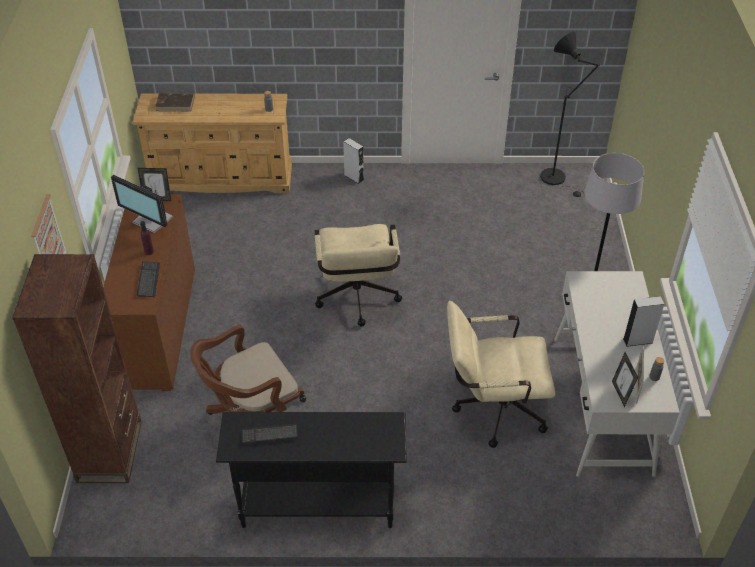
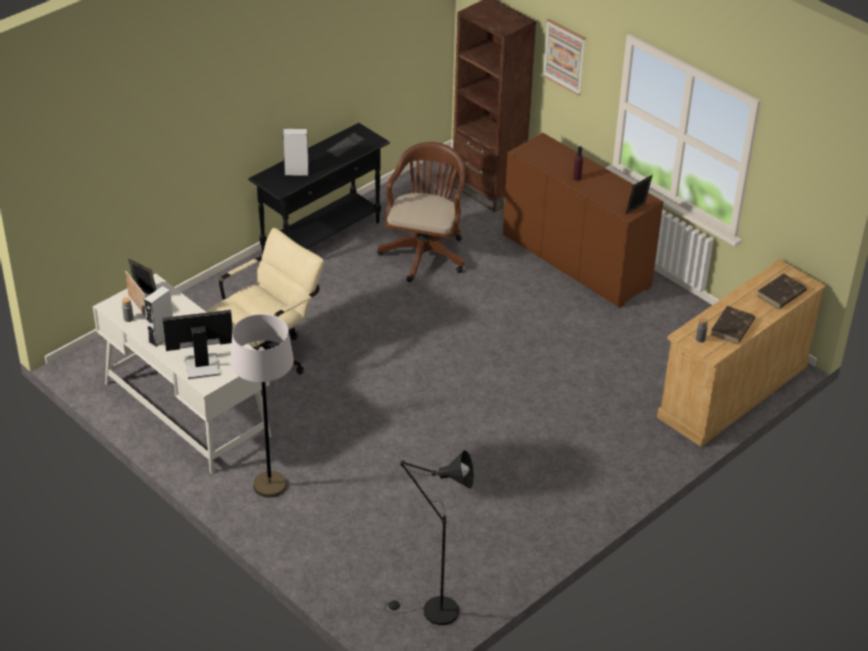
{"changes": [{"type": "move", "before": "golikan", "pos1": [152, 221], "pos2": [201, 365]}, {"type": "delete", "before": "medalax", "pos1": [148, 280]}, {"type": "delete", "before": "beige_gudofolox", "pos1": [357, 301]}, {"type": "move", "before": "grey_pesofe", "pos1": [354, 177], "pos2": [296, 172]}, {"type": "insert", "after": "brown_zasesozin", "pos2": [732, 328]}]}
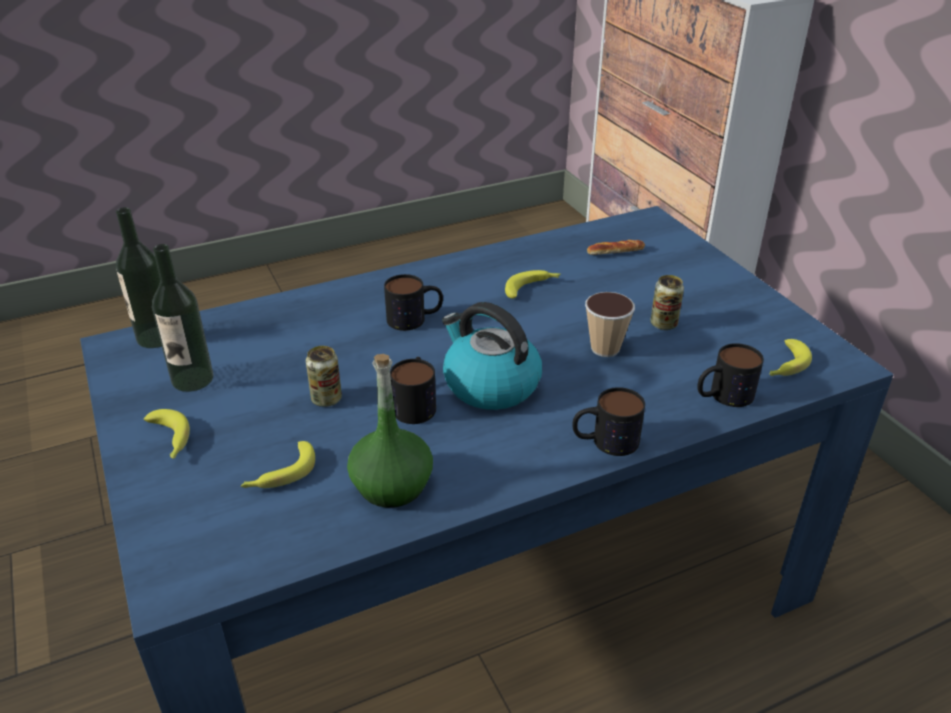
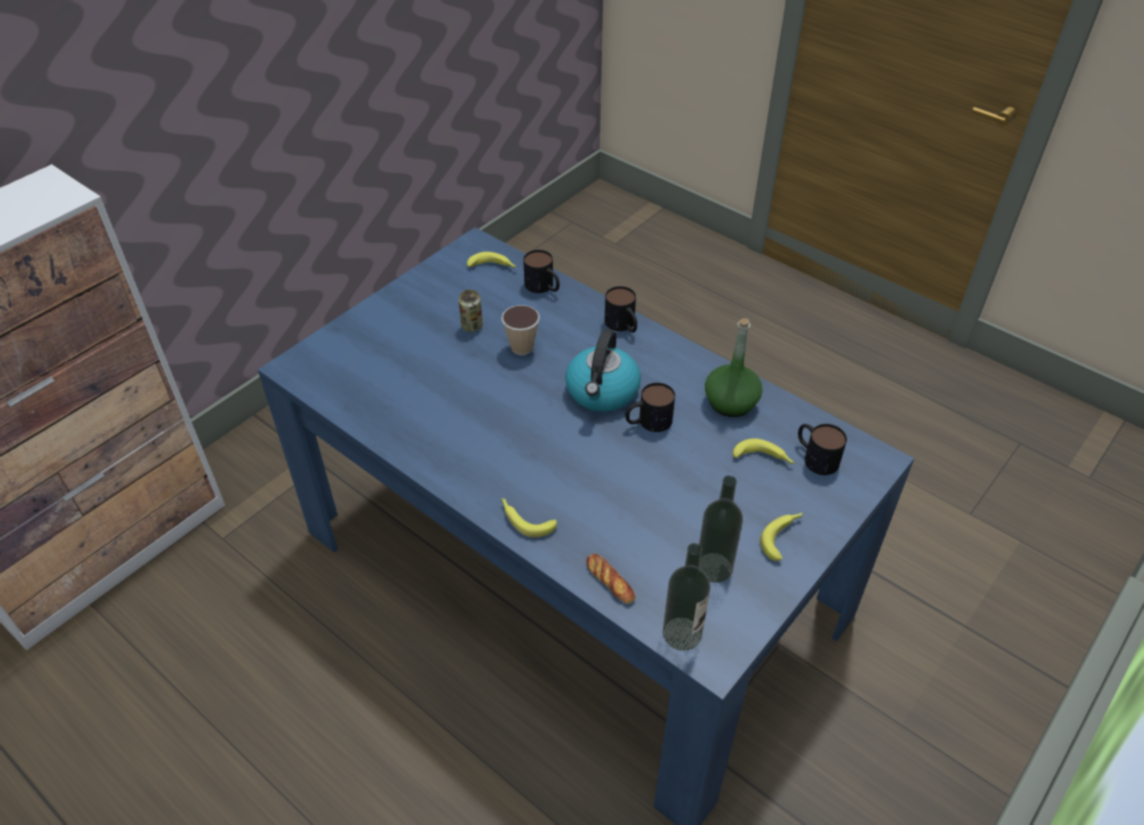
{"changes": [{"type": "delete", "before": "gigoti", "pos1": [326, 399]}, {"type": "move", "before": "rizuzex", "pos1": [415, 318], "pos2": [815, 456]}, {"type": "move", "before": "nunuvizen", "pos1": [532, 288], "pos2": [525, 519]}, {"type": "move", "before": "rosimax", "pos1": [615, 252], "pos2": [610, 581]}]}
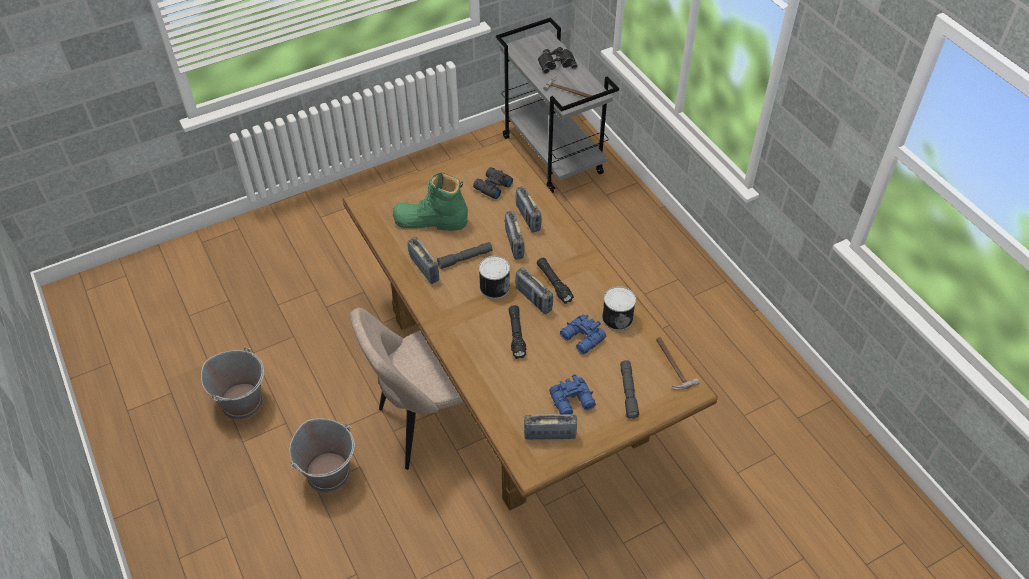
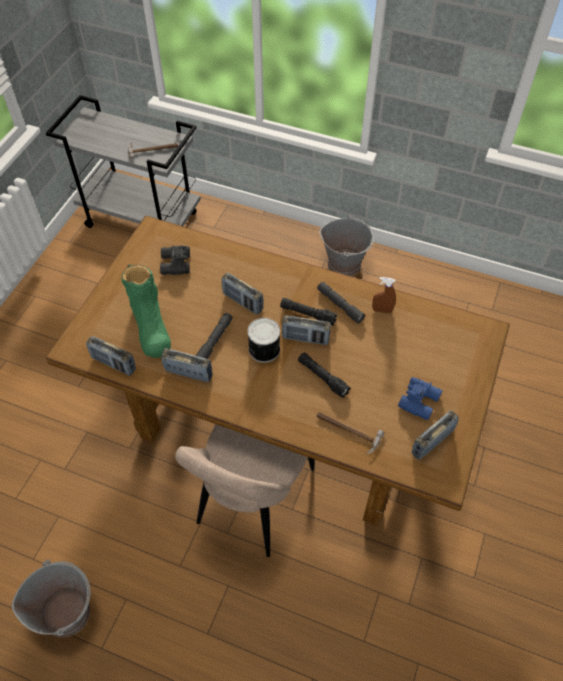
{"changes": [{"type": "move", "before": "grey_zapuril", "pos1": [329, 473], "pos2": [344, 264]}, {"type": "rotate", "before": "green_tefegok", "pos1": [430, 221], "pos2": [150, 327], "turn": -75}, {"type": "move", "before": "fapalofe", "pos1": [528, 218], "pos2": [113, 363]}, {"type": "delete", "before": "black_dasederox", "pos1": [556, 62]}, {"type": "delete", "before": "blue_dasederox", "pos1": [582, 339]}, {"type": "replace", "before": "gigoti", "after": "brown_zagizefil", "pos1": [617, 317], "pos2": [382, 310]}, {"type": "move", "before": "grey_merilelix", "pos1": [628, 392], "pos2": [340, 305]}, {"type": "move", "before": "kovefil", "pos1": [671, 364], "pos2": [347, 431]}]}
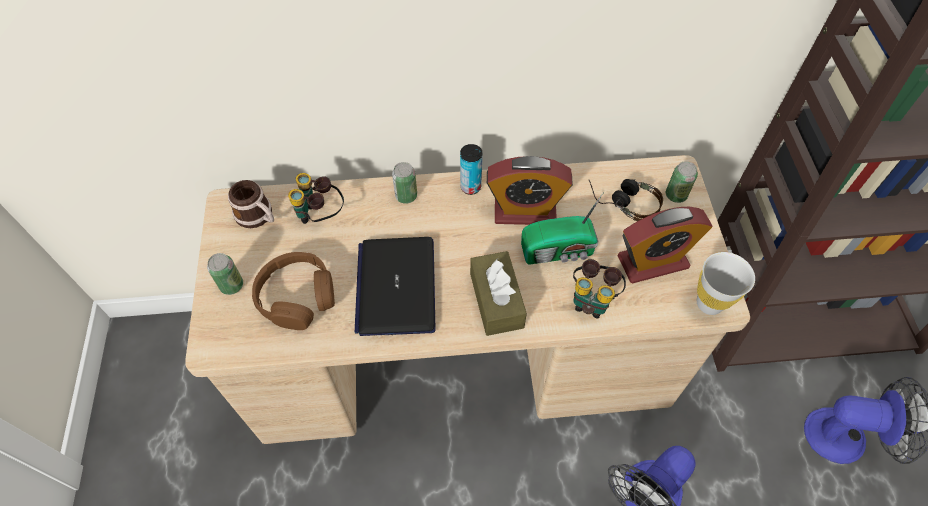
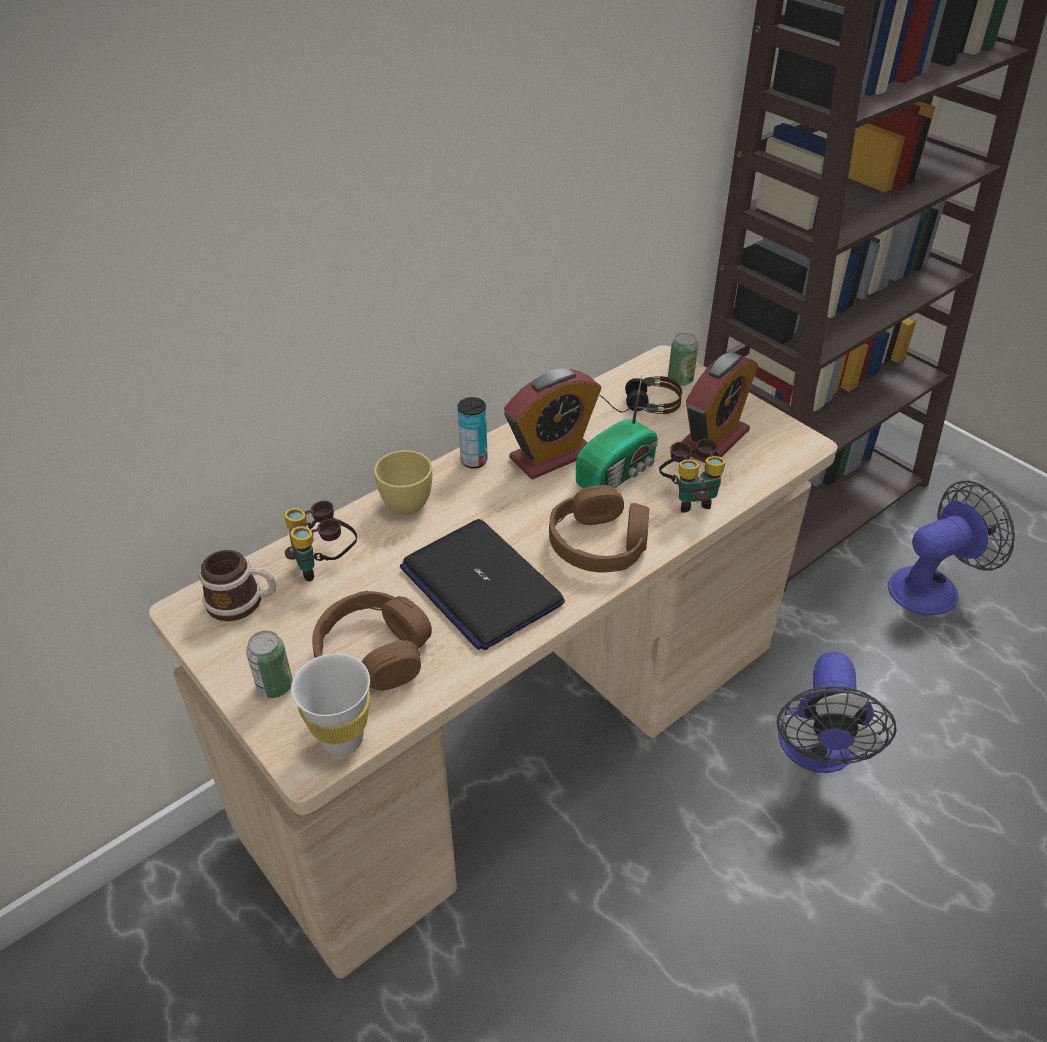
{"changes": [{"type": "replace", "before": "gigoti", "after": "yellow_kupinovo", "pos1": [406, 196], "pos2": [409, 500]}, {"type": "replace", "before": "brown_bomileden", "after": "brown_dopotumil", "pos1": [496, 300], "pos2": [599, 543]}, {"type": "move", "before": "white_kupinovo", "pos1": [709, 303], "pos2": [342, 740]}]}
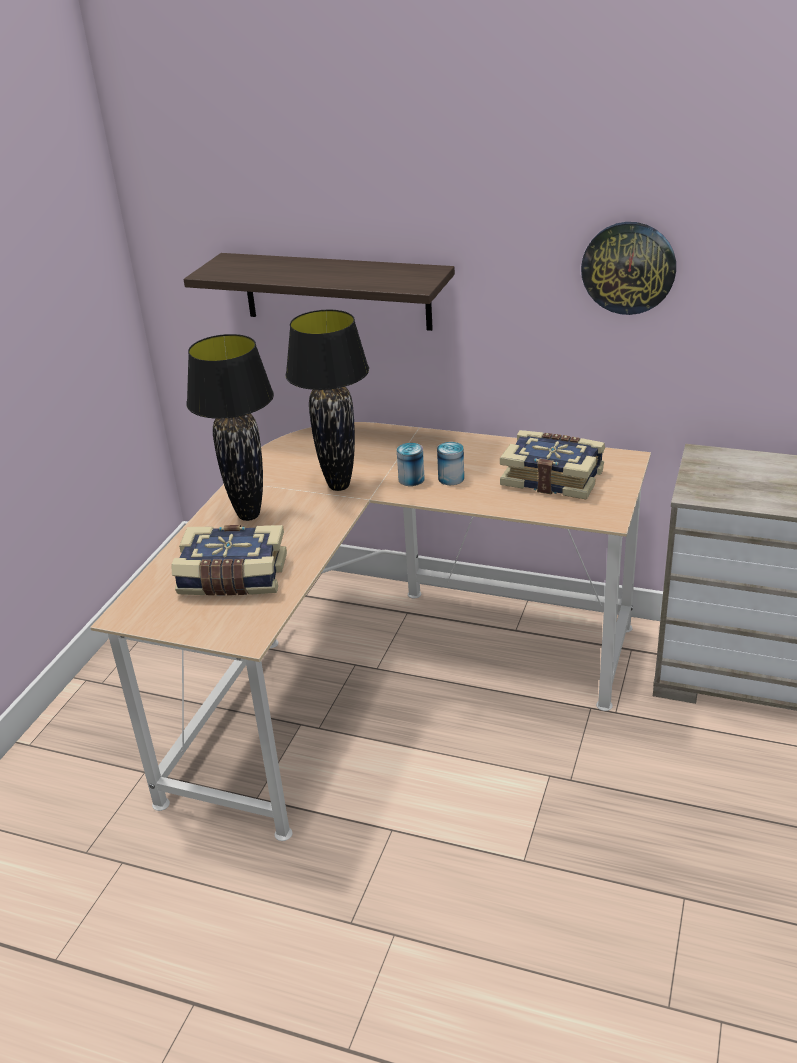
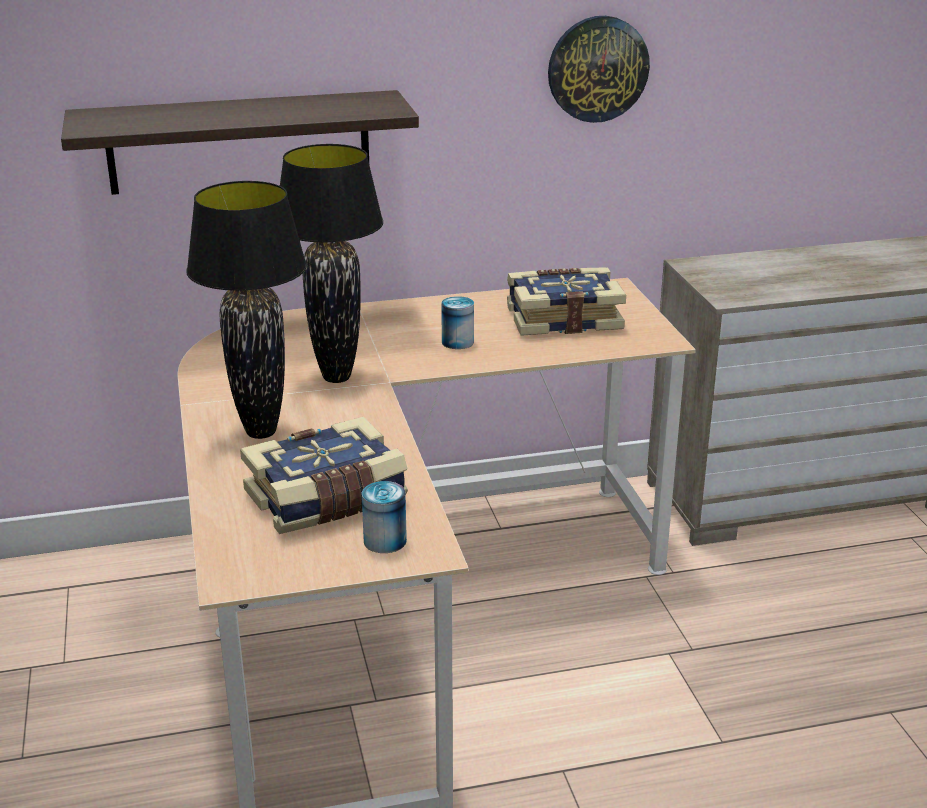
{"changes": [{"type": "move", "before": "gigoti", "pos1": [411, 479], "pos2": [385, 541]}]}
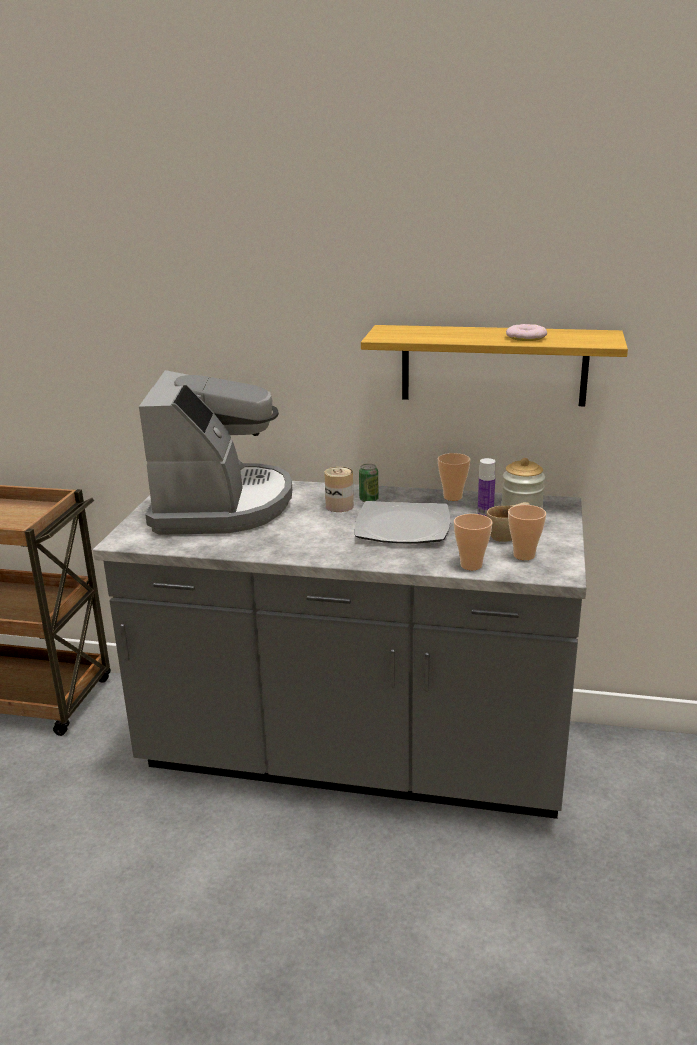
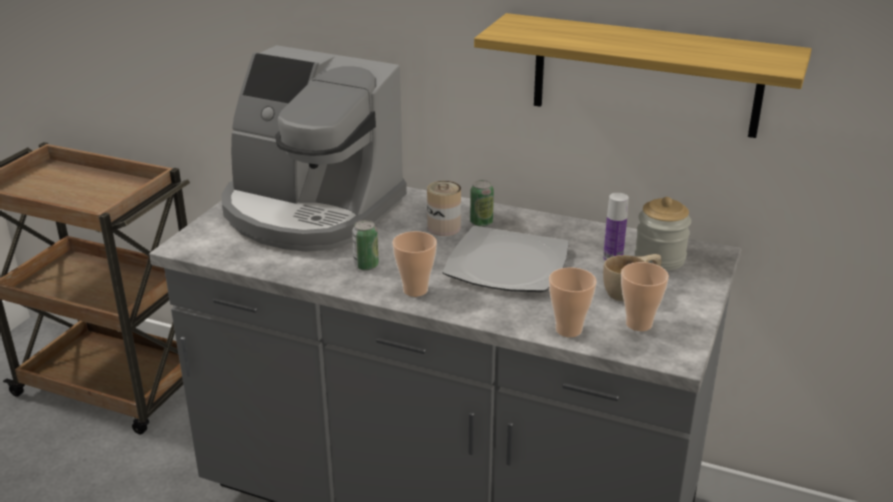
{"changes": [{"type": "rotate", "before": "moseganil", "pos1": [221, 505], "pos2": [310, 211], "turn": 105}, {"type": "move", "before": "kupinovo", "pos1": [452, 497], "pos2": [415, 290]}, {"type": "delete", "before": "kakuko", "pos1": [526, 337]}, {"type": "insert", "after": "gigoti", "pos2": [366, 265]}]}
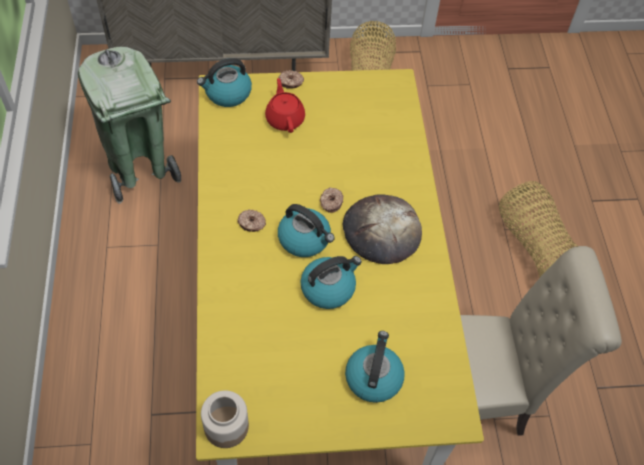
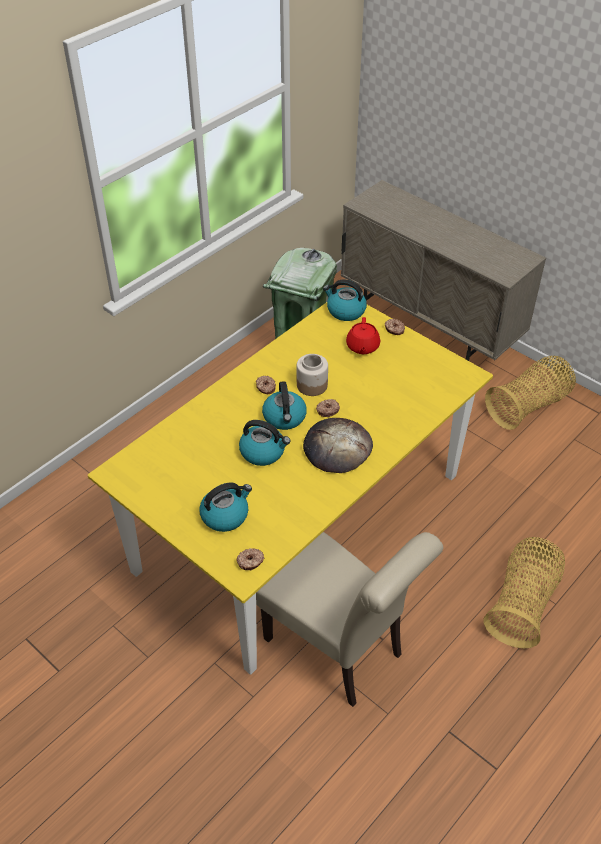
{"changes": [{"type": "move", "before": "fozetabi", "pos1": [226, 426], "pos2": [312, 385]}, {"type": "rotate", "before": "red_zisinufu", "pos1": [285, 118], "pos2": [362, 347], "turn": 150}, {"type": "insert", "after": "kakuko", "pos2": [250, 562]}]}
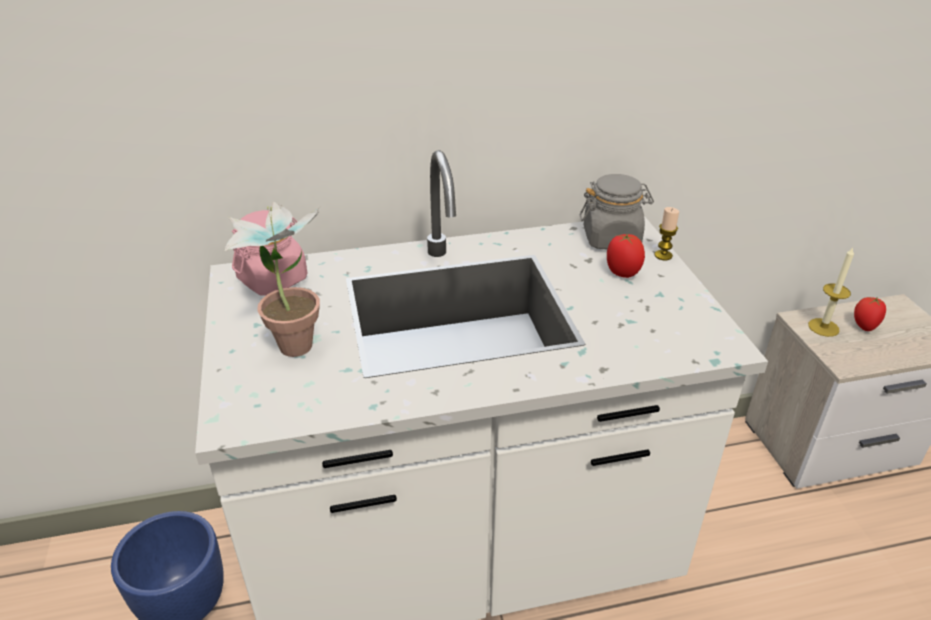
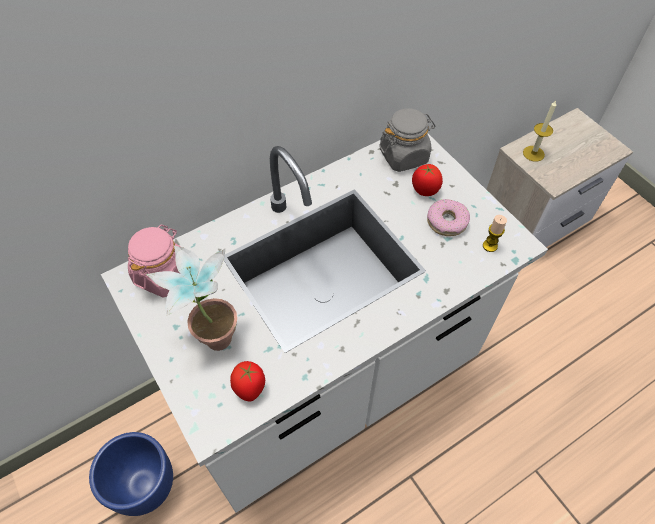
{"changes": [{"type": "move", "before": "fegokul", "pos1": [663, 255], "pos2": [490, 246]}, {"type": "move", "before": "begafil", "pos1": [863, 326], "pos2": [250, 388]}, {"type": "insert", "after": "kakuko", "pos2": [447, 221]}]}
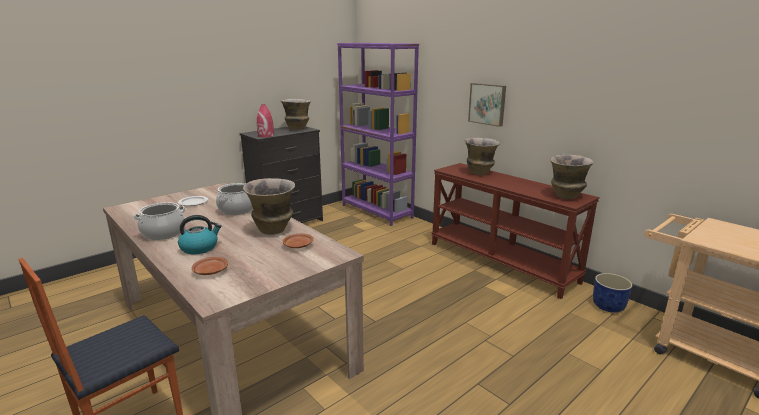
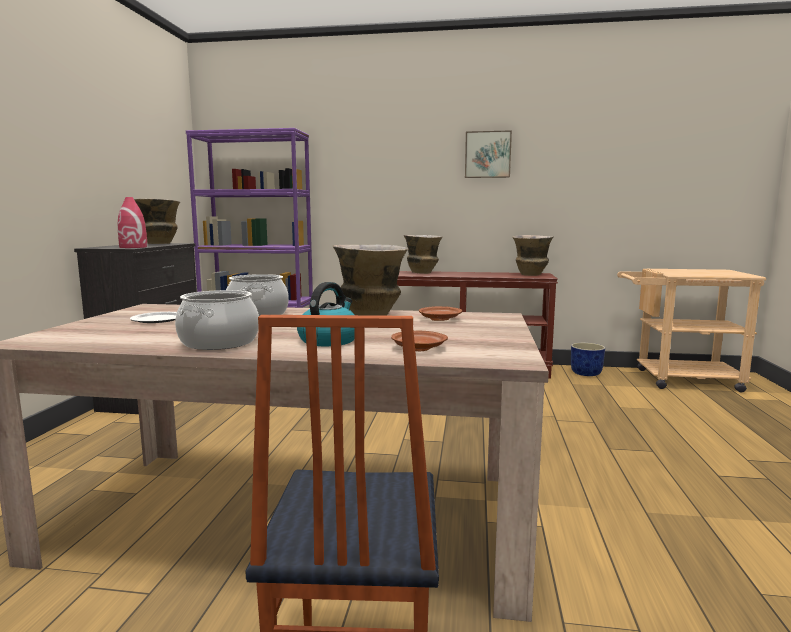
{"changes": [{"type": "move", "before": "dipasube", "pos1": [487, 104], "pos2": [487, 155]}]}
